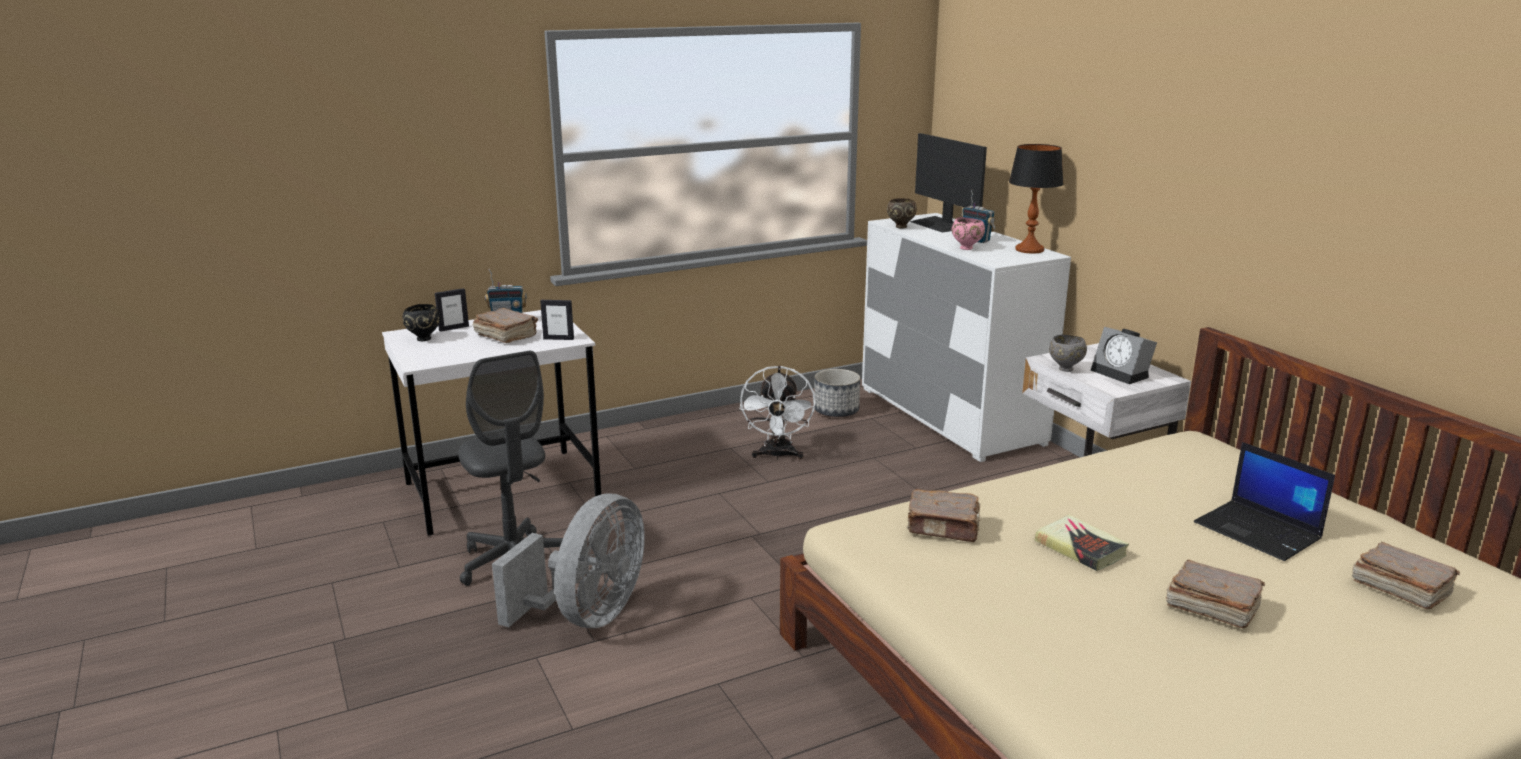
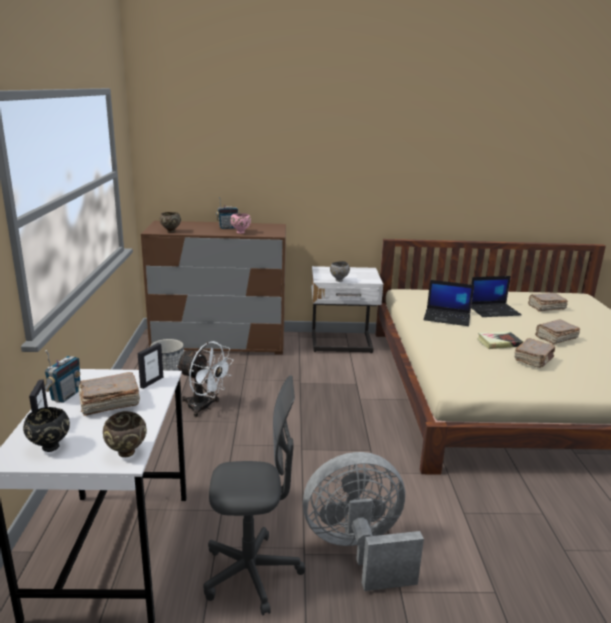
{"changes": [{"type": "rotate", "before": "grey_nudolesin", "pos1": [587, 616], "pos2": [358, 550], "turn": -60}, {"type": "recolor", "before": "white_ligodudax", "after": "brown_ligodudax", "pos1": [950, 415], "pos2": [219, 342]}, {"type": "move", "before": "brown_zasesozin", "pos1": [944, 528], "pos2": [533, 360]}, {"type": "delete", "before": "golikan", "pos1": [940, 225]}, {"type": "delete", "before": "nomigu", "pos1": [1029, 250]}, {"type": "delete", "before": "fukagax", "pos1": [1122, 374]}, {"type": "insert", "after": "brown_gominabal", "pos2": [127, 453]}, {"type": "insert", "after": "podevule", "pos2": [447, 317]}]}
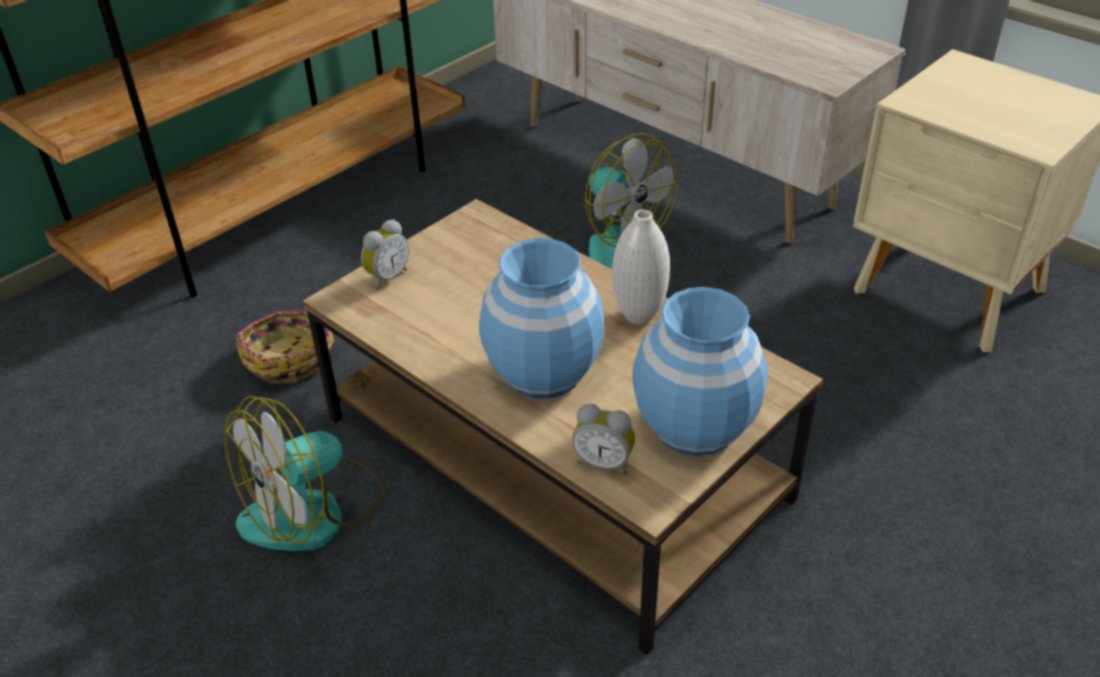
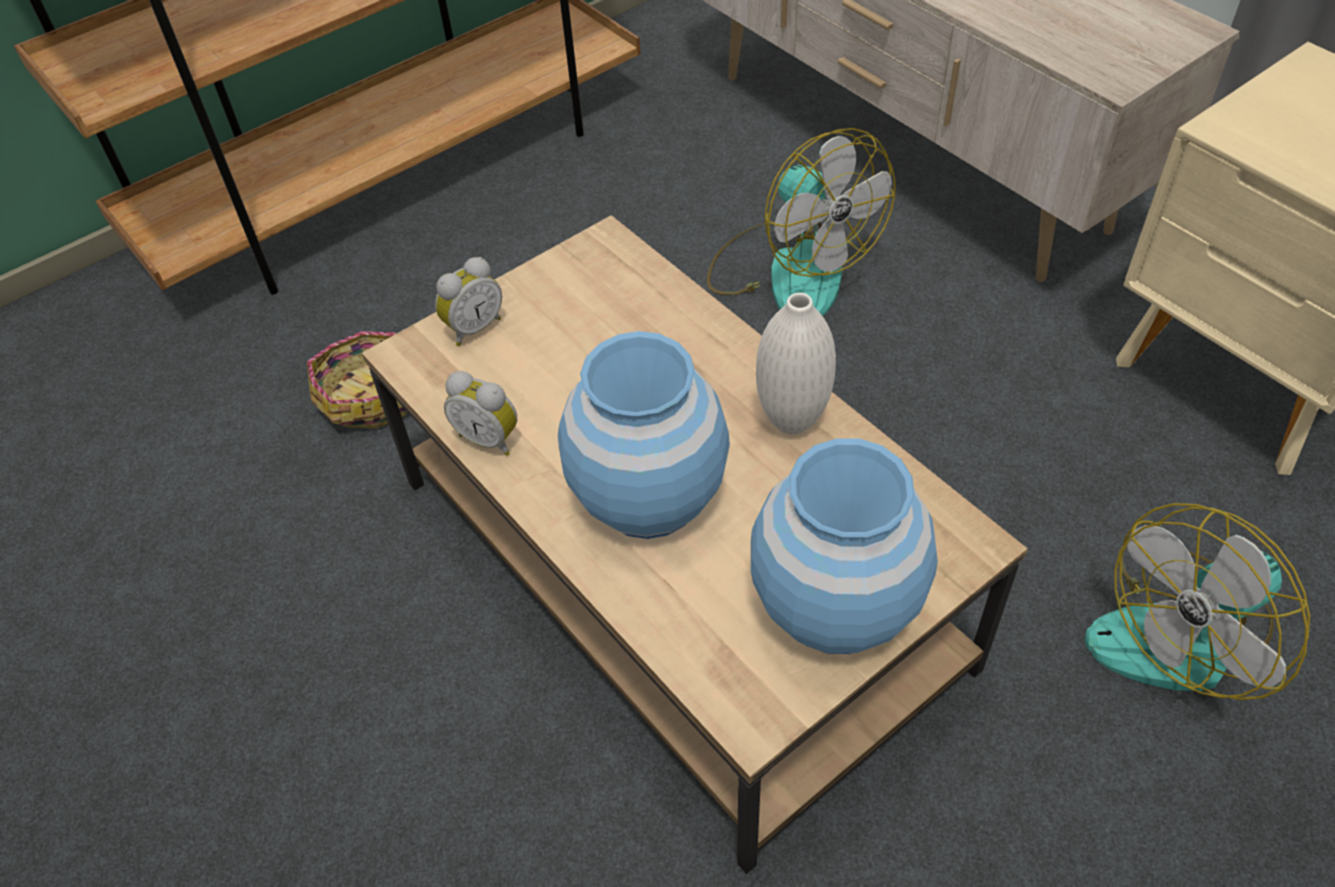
{"changes": [{"type": "move", "before": "nudolesin", "pos1": [314, 511], "pos2": [1182, 633]}, {"type": "move", "before": "fukagax", "pos1": [604, 462], "pos2": [490, 438]}]}
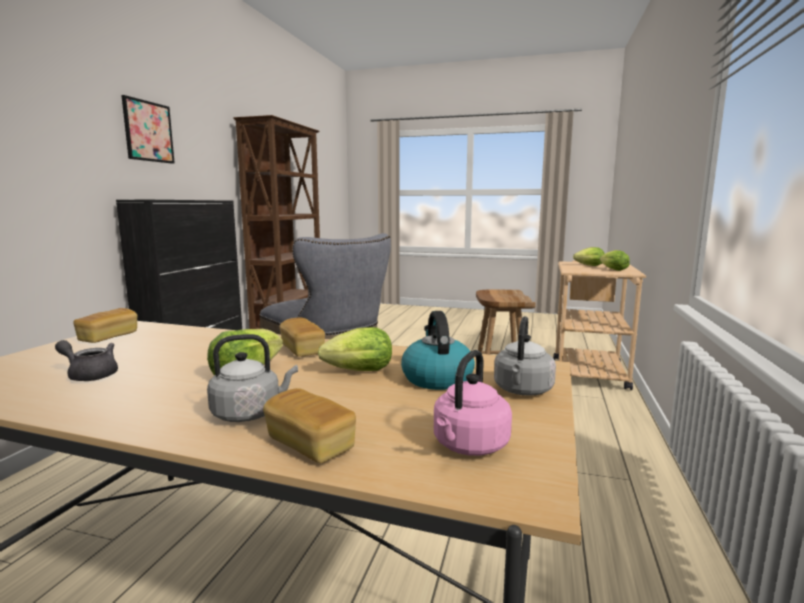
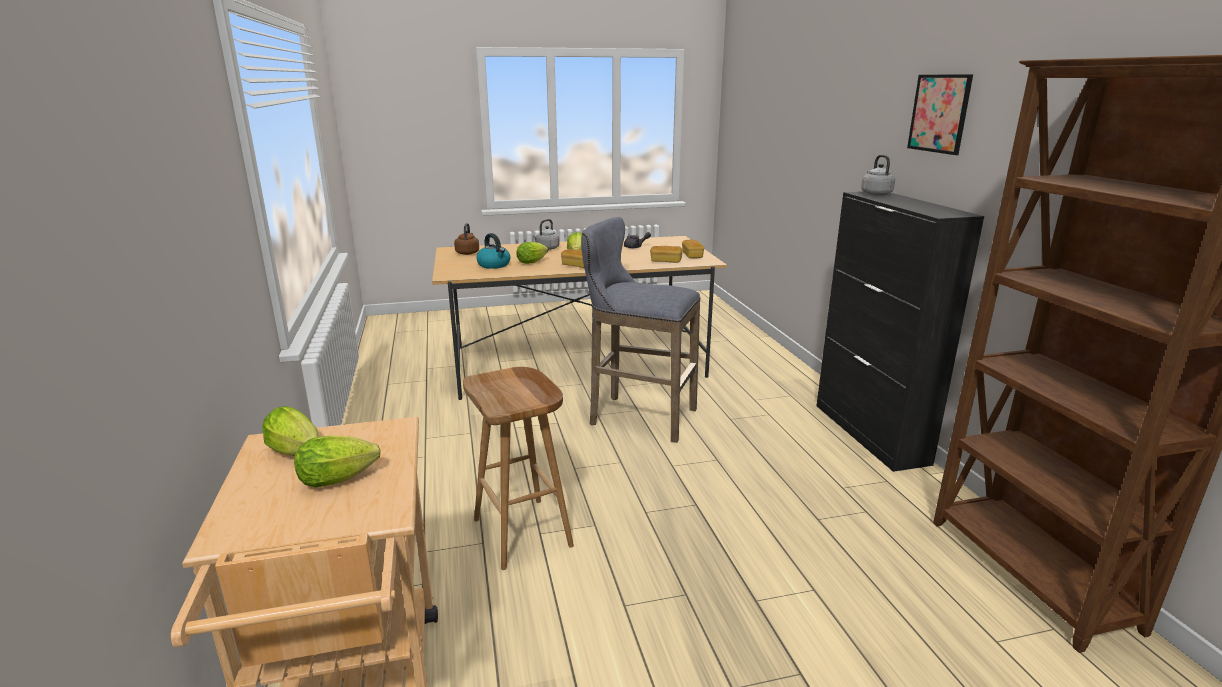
{"changes": [{"type": "move", "before": "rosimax", "pos1": [310, 444], "pos2": [665, 261]}, {"type": "recolor", "before": "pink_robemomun", "after": "brown_robemomun", "pos1": [469, 446], "pos2": [467, 253]}, {"type": "move", "before": "grey_robemomun", "pos1": [522, 391], "pos2": [875, 194]}]}
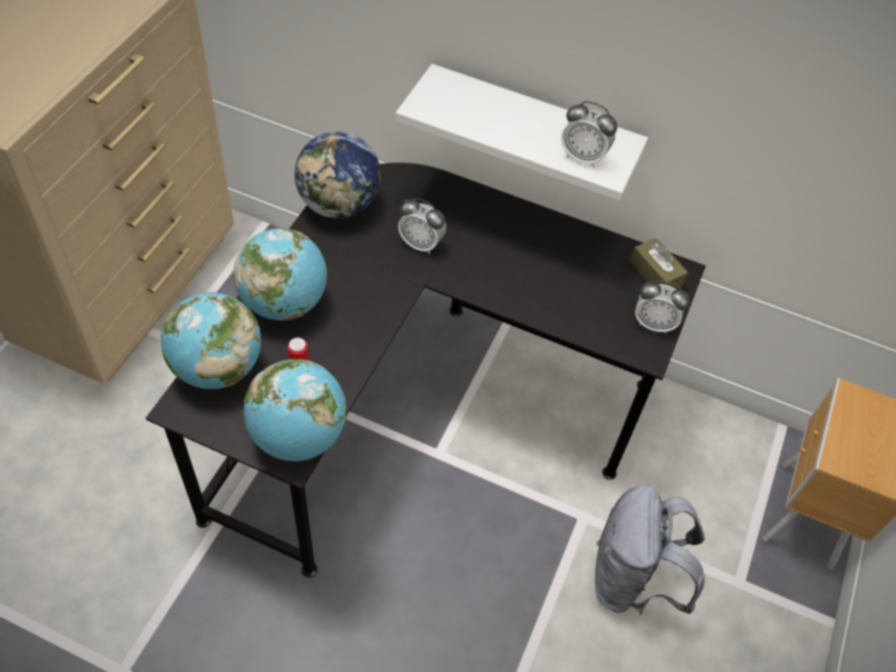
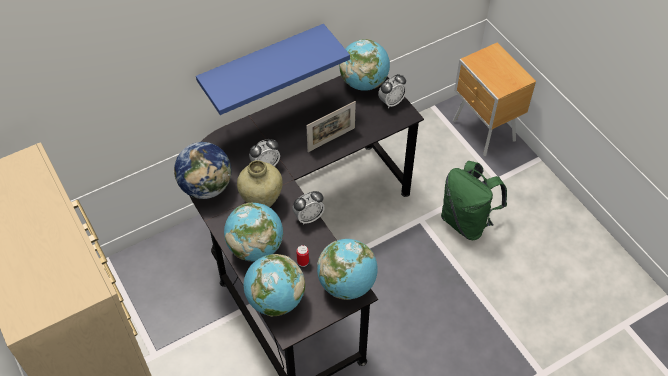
{"changes": [{"type": "recolor", "before": "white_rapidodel", "after": "blue_rapidodel", "pos1": [532, 126], "pos2": [262, 64]}, {"type": "move", "before": "fukagax", "pos1": [583, 157], "pos2": [308, 217]}, {"type": "recolor", "before": "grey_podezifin", "after": "green_podezifin", "pos1": [631, 580], "pos2": [467, 221]}, {"type": "replace", "before": "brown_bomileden", "after": "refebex", "pos1": [655, 274], "pos2": [363, 82]}, {"type": "insert", "after": "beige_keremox", "pos2": [261, 200]}, {"type": "insert", "after": "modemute", "pos2": [331, 139]}]}
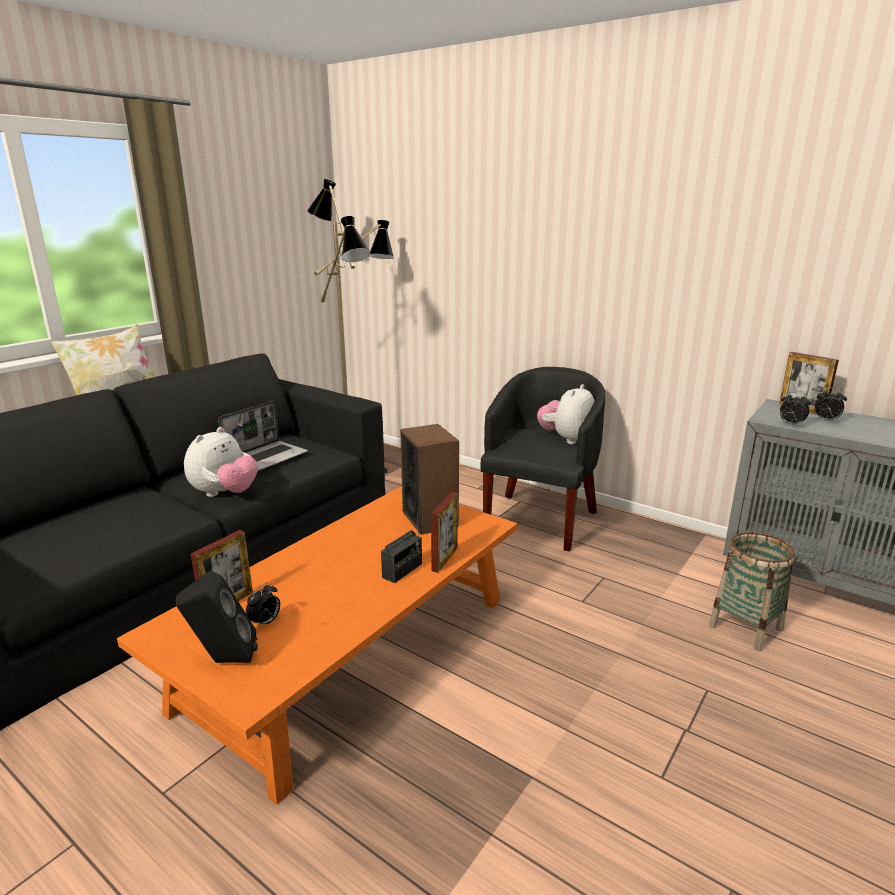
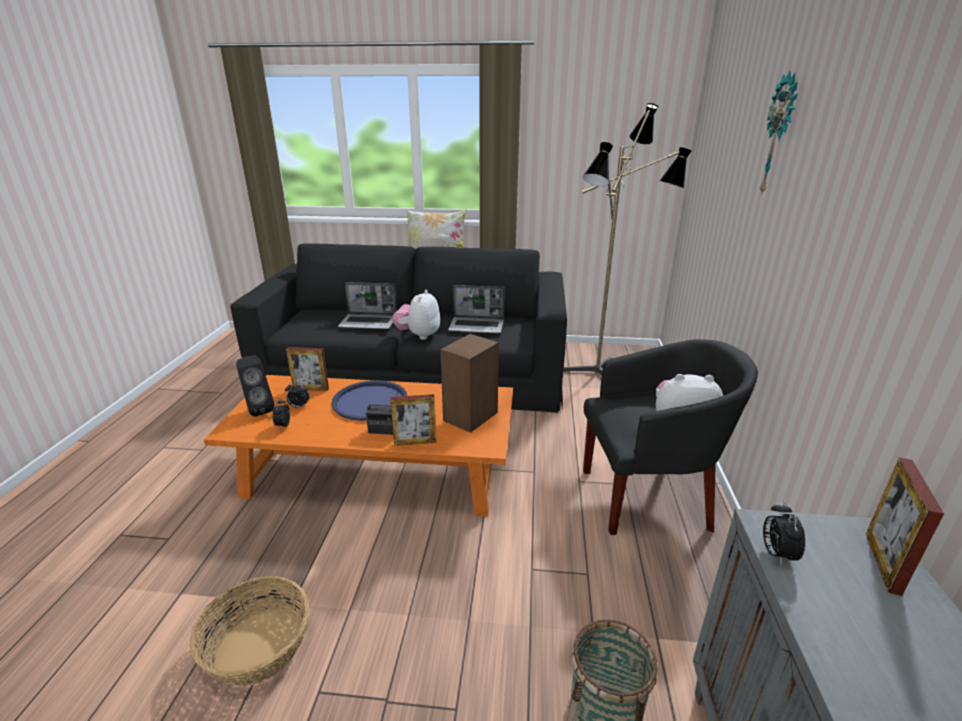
{"changes": [{"type": "rotate", "before": "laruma", "pos1": [224, 493], "pos2": [419, 335], "turn": 105}, {"type": "move", "before": "fukagax", "pos1": [826, 420], "pos2": [283, 425]}, {"type": "insert", "after": "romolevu", "pos2": [259, 647]}, {"type": "insert", "after": "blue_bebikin", "pos2": [370, 401]}, {"type": "insert", "after": "podevule", "pos2": [369, 322]}, {"type": "insert", "after": "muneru", "pos2": [780, 136]}]}
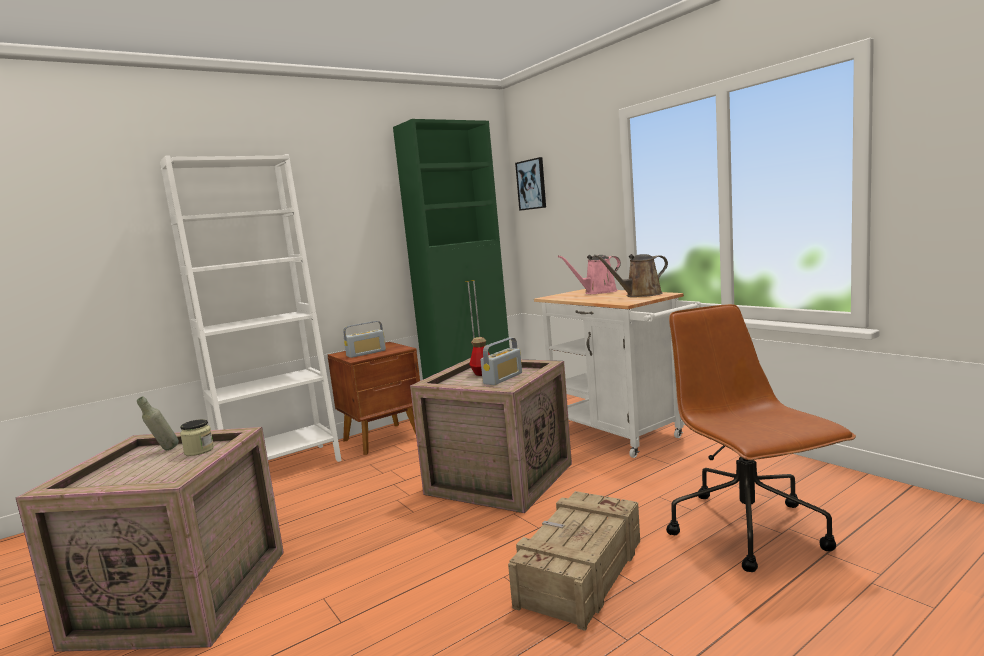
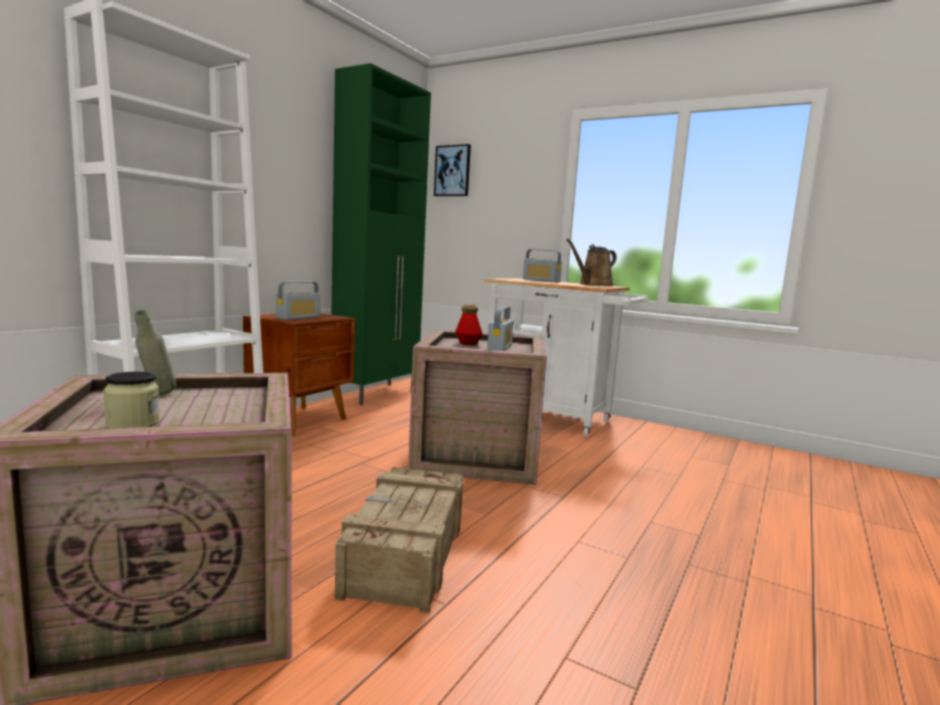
{"changes": [{"type": "move", "before": "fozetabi", "pos1": [199, 450], "pos2": [133, 424]}, {"type": "move", "before": "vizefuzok", "pos1": [579, 572], "pos2": [405, 553]}, {"type": "replace", "before": "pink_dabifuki", "after": "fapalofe", "pos1": [597, 292], "pos2": [541, 280]}, {"type": "delete", "before": "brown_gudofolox", "pos1": [749, 530]}]}
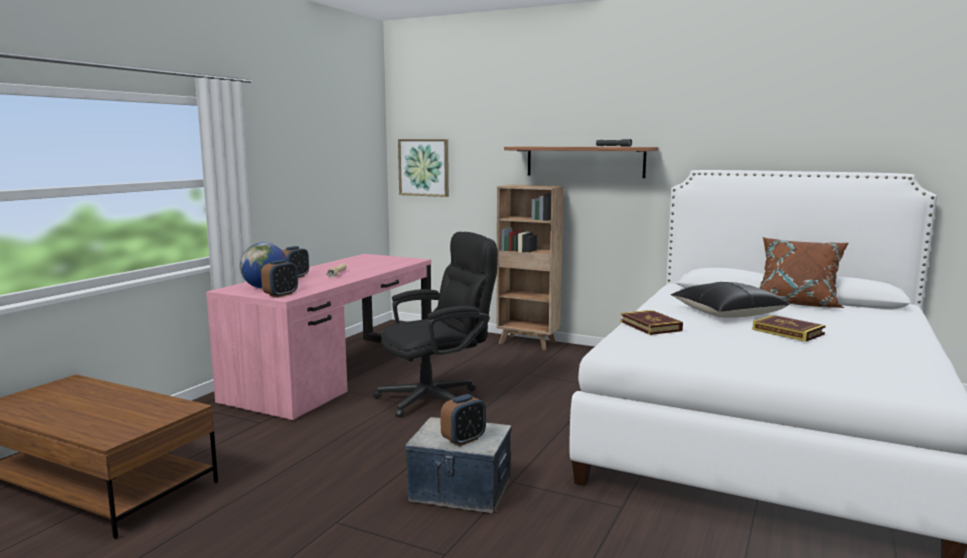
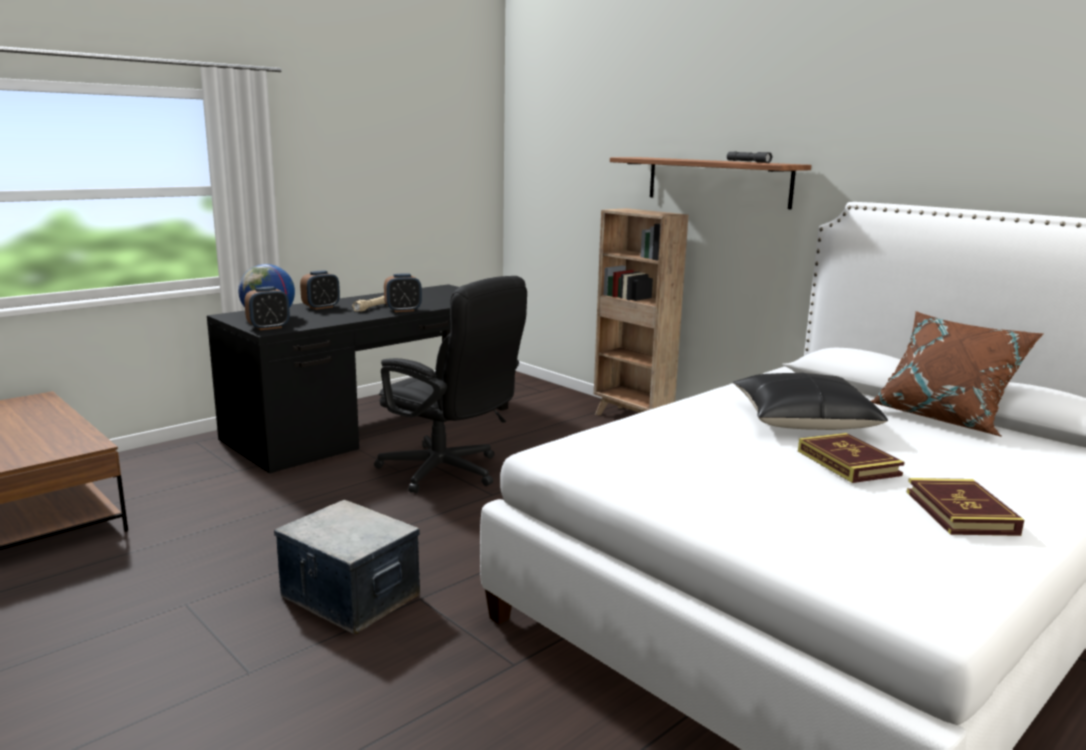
{"changes": [{"type": "recolor", "before": "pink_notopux", "after": "black_notopux", "pos1": [336, 373], "pos2": [373, 424]}, {"type": "rotate", "before": "black_gudofolox", "pos1": [437, 397], "pos2": [449, 473], "turn": 45}, {"type": "delete", "before": "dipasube", "pos1": [424, 167]}, {"type": "move", "before": "fukagax", "pos1": [464, 440], "pos2": [403, 310]}, {"type": "move", "before": "zasesozin", "pos1": [650, 326], "pos2": [960, 512]}]}
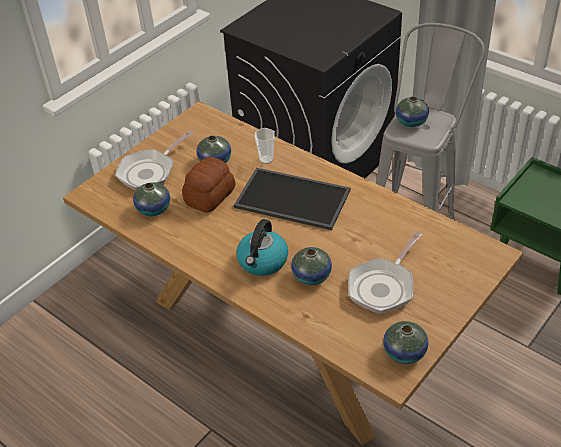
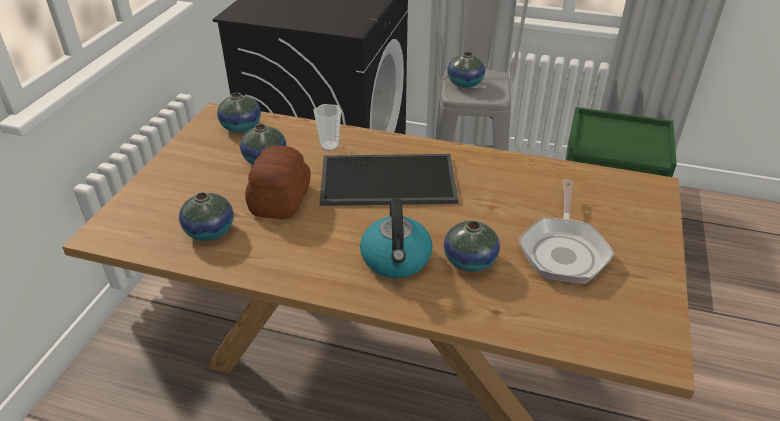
{"changes": [{"type": "delete", "before": "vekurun", "pos1": [150, 171]}, {"type": "move", "before": "keremox", "pos1": [404, 352], "pos2": [241, 127]}]}
